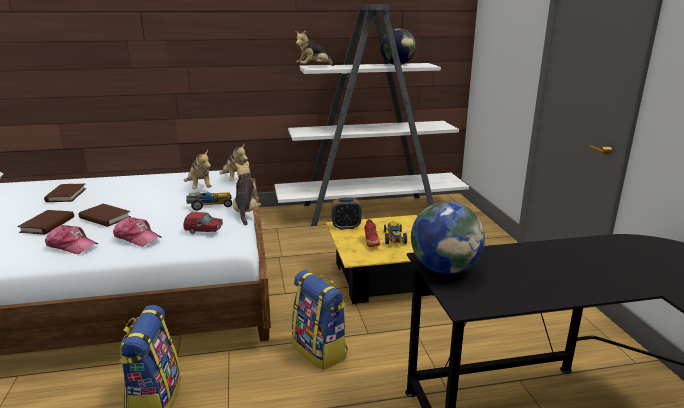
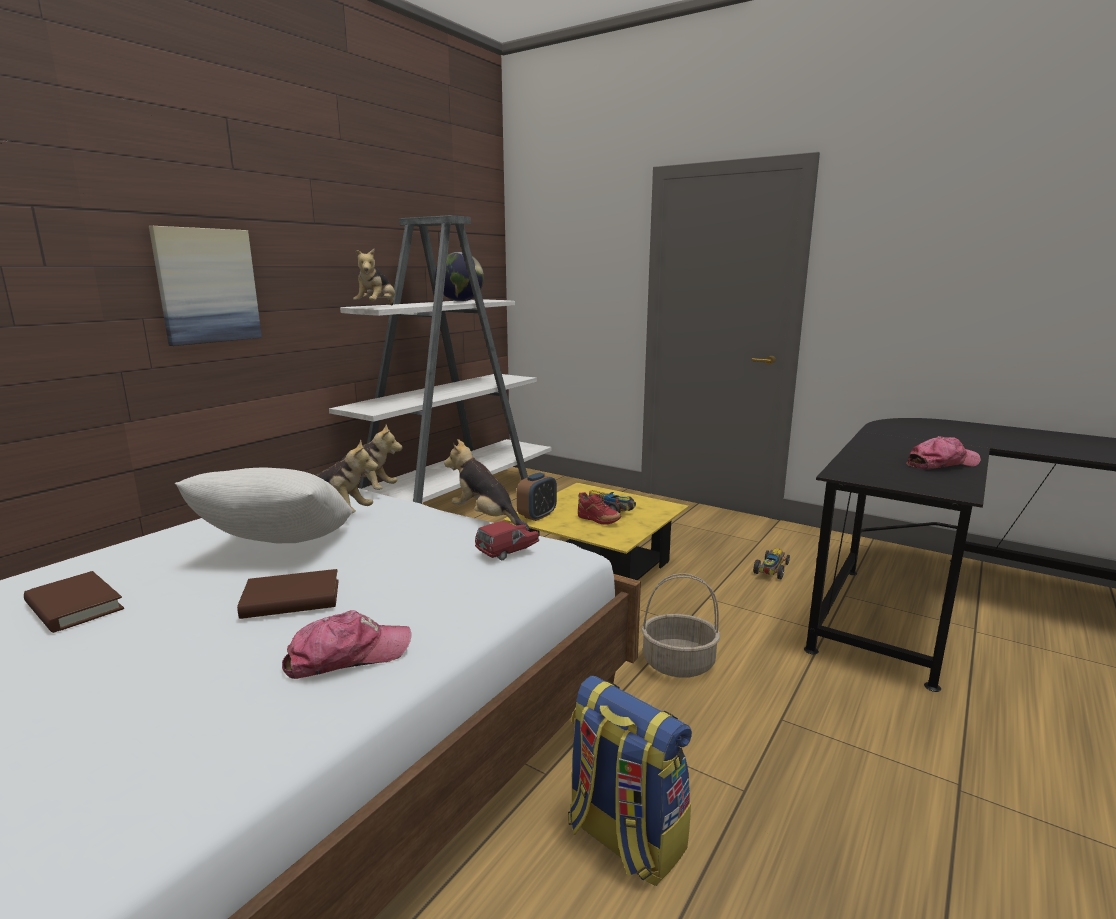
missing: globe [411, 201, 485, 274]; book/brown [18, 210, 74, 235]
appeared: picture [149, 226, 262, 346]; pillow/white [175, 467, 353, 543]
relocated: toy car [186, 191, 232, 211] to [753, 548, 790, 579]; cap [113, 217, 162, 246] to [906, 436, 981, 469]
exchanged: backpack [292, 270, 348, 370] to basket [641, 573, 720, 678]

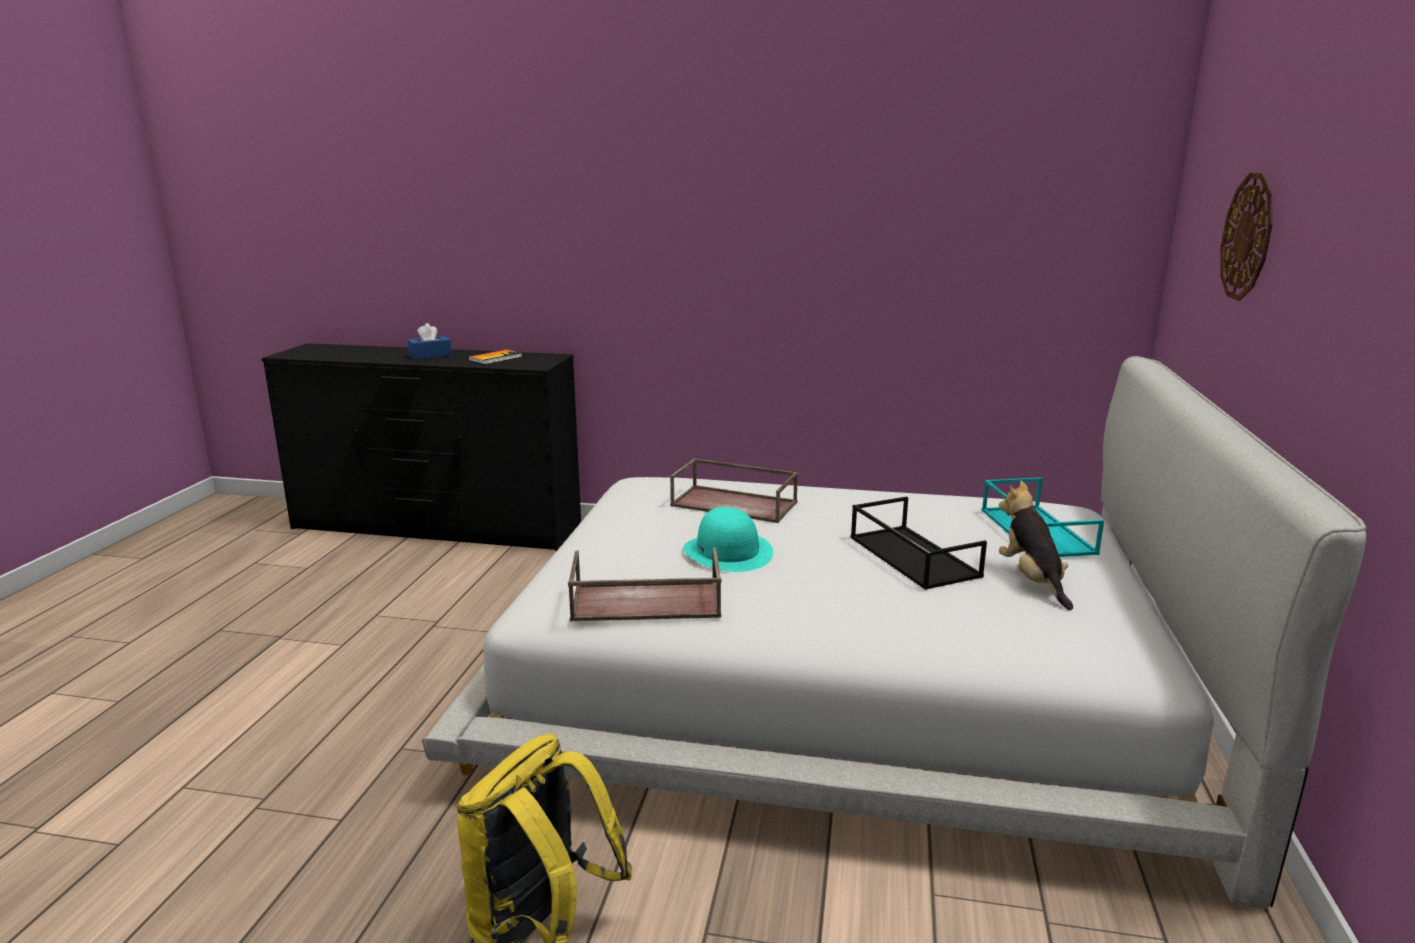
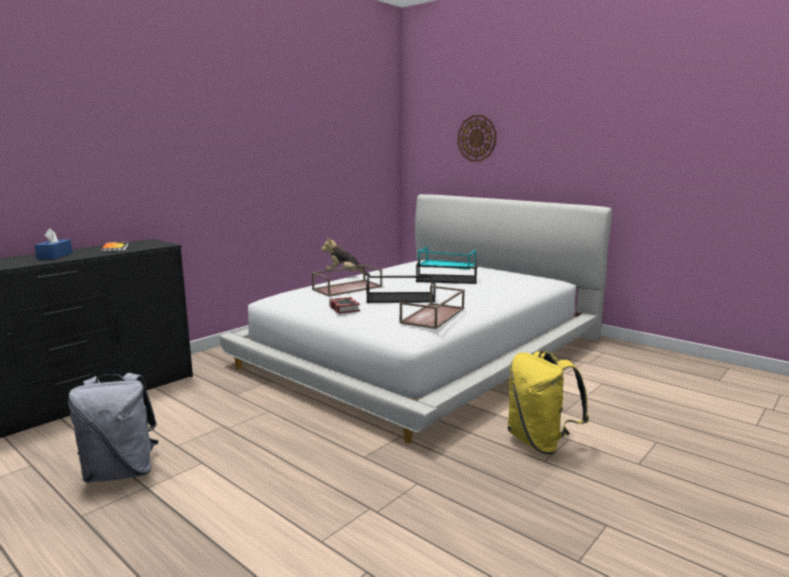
appeared: book [329, 297, 360, 314]; backpack/grey [68, 373, 159, 483]
relocated: plush toy [999, 481, 1073, 610] to [321, 237, 370, 276]
exchanged: hat/turquoise [683, 507, 773, 572] to tray/black [366, 276, 436, 303]

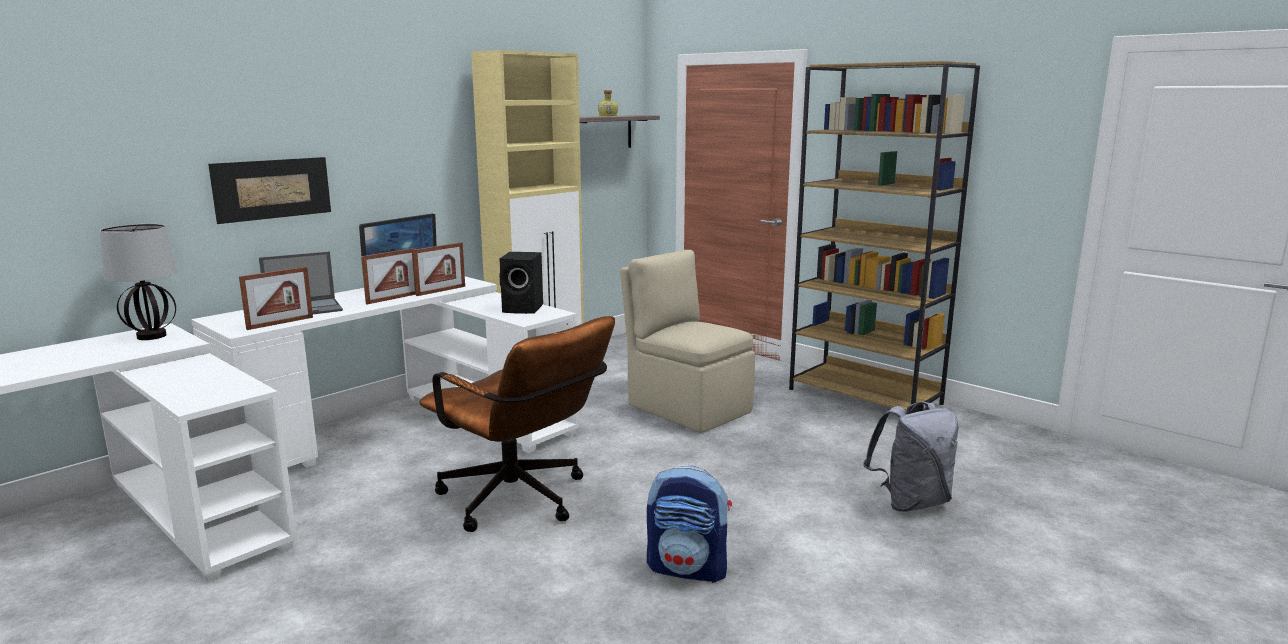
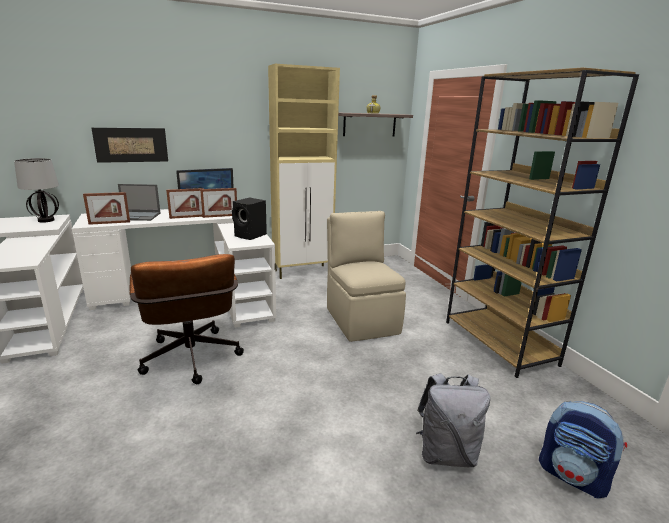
relocated: backpack [647, 466, 732, 583] to [539, 401, 627, 498]

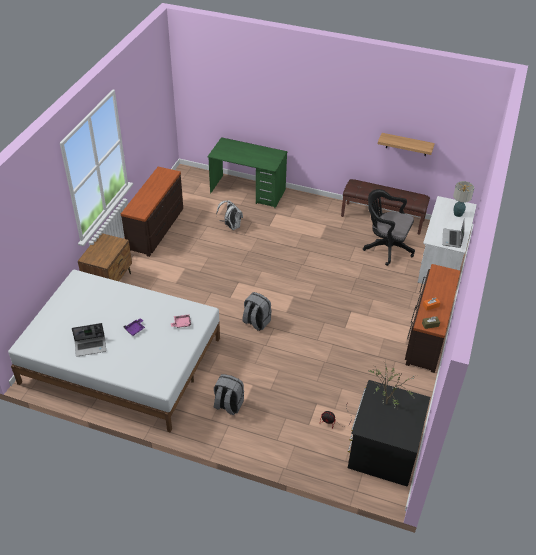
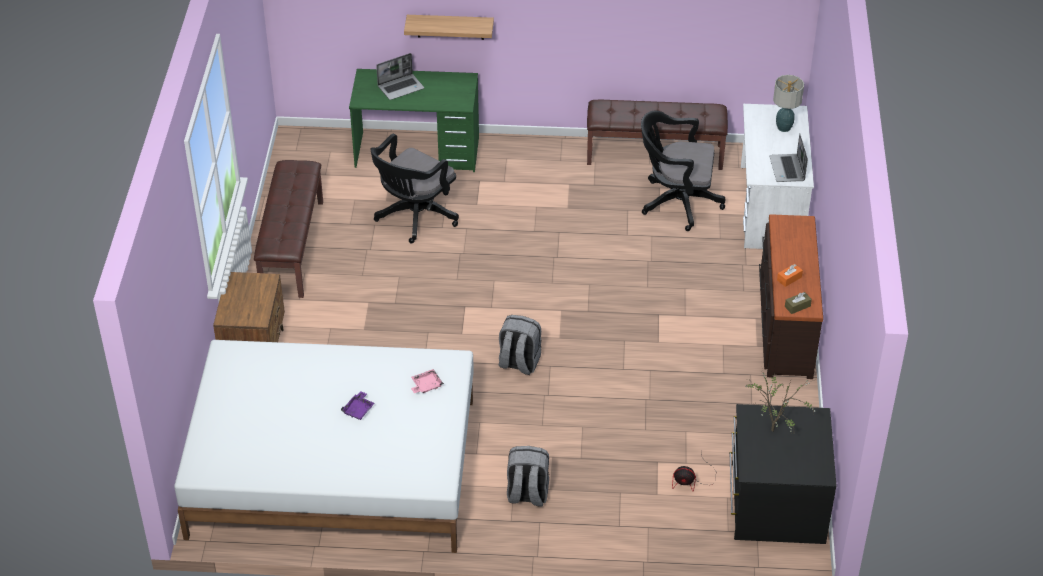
relocated: shelf [378, 133, 435, 156] to [404, 15, 494, 40]; laptop [72, 323, 106, 357] to [376, 53, 424, 100]
exchanged: dresser/brown [121, 167, 183, 257] to bench/brown [254, 160, 323, 298]; backpack/white [216, 200, 243, 230] to office chair/black [371, 134, 459, 244]

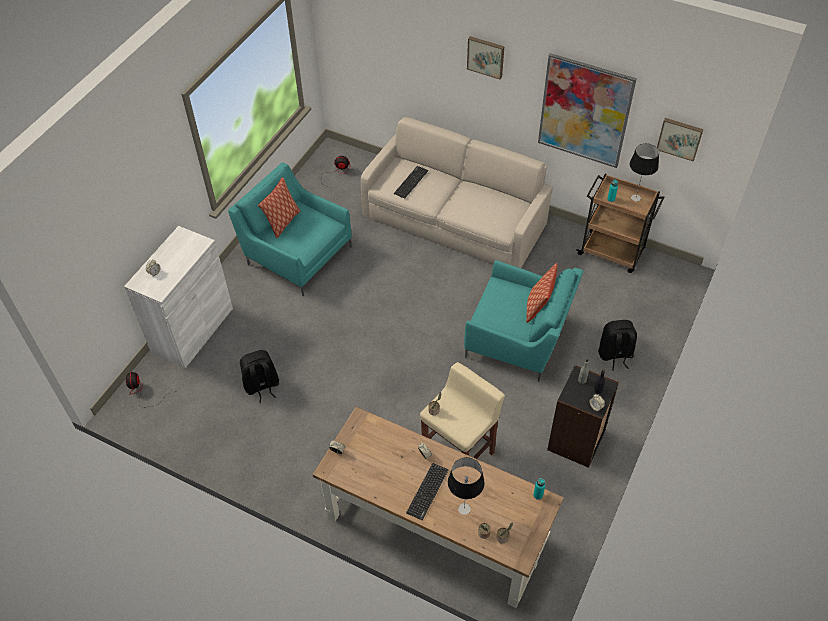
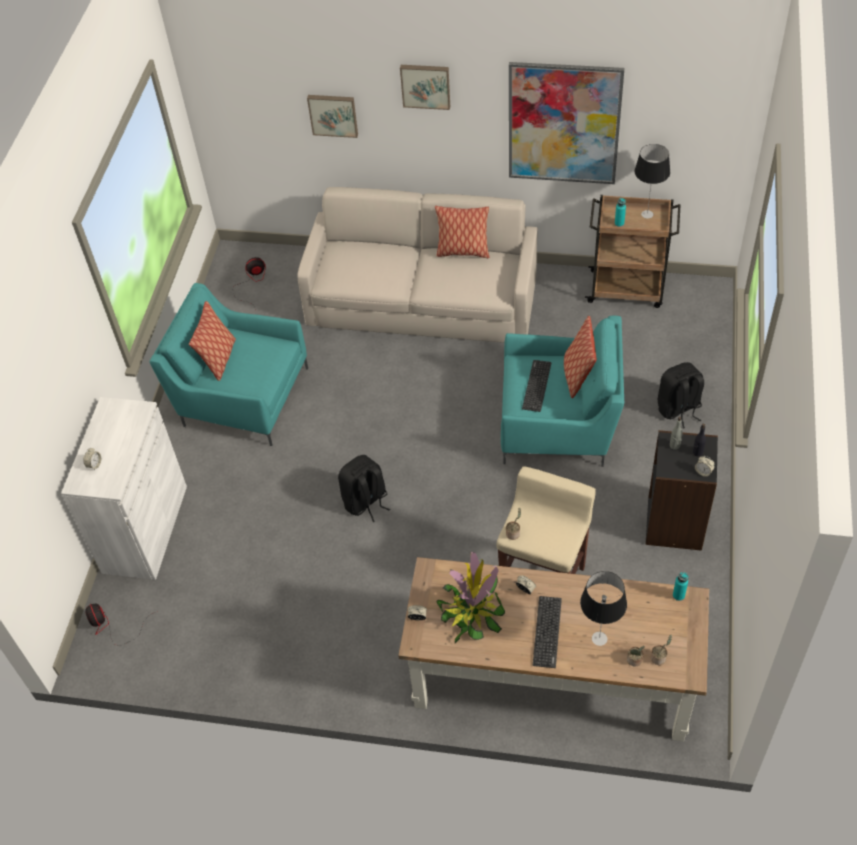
appeared: pillow [435, 206, 489, 258]; potted plant [436, 552, 505, 643]
relocated: picture [657, 118, 704, 161] to [307, 95, 358, 138]; keyboard [394, 166, 428, 199] to [522, 360, 551, 412]; backpack/black [240, 350, 279, 403] to [338, 455, 390, 522]

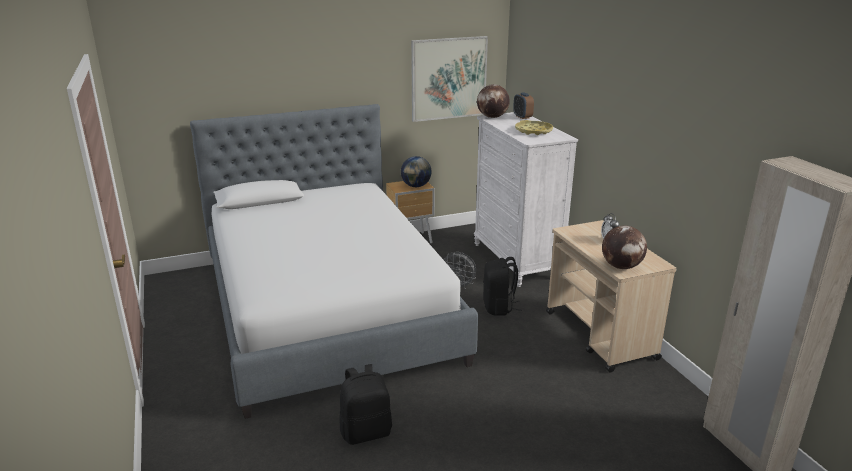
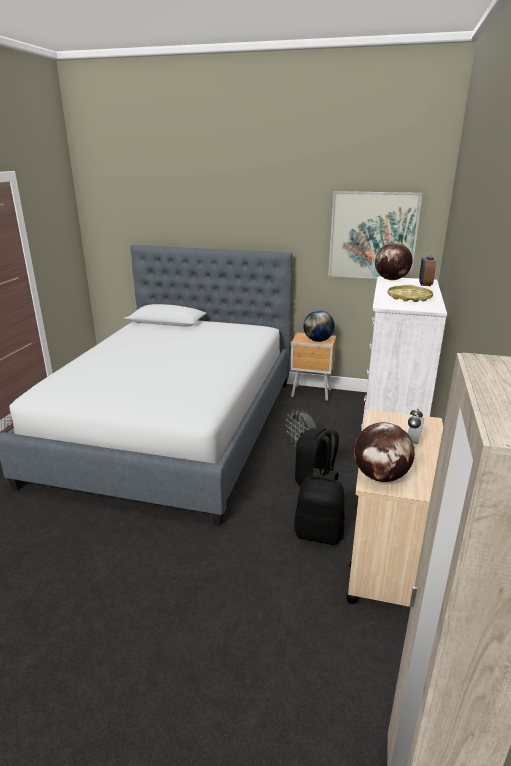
relocated: backpack/black [339, 364, 392, 445] to [294, 468, 345, 545]

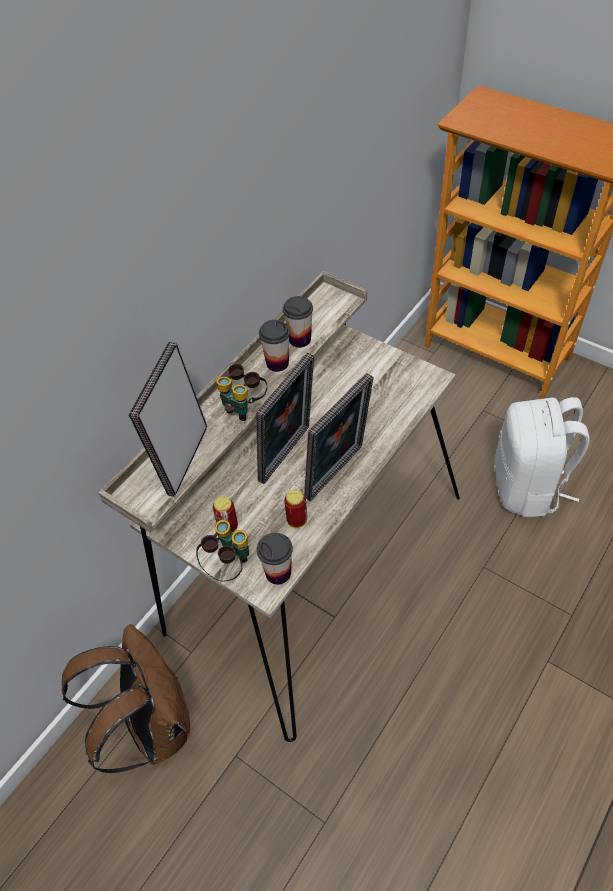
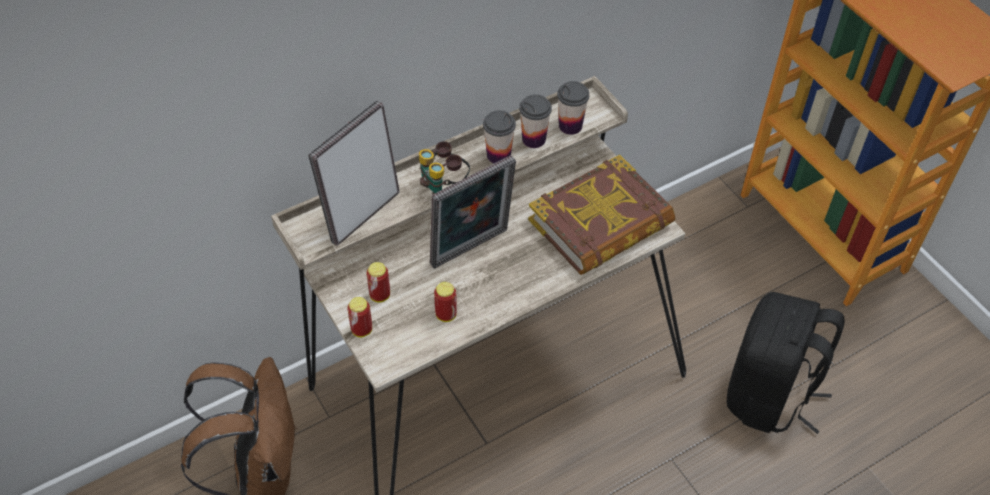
missing: picture frame [304, 373, 373, 501]
appeared: book [528, 155, 675, 275]
relocated: cup [257, 533, 293, 585] to [557, 81, 589, 135]
exchanged: binoculars [196, 520, 249, 581] to can [347, 297, 372, 337]
colour: backpack/white [494, 397, 590, 517] to backpack/black [727, 292, 845, 434]

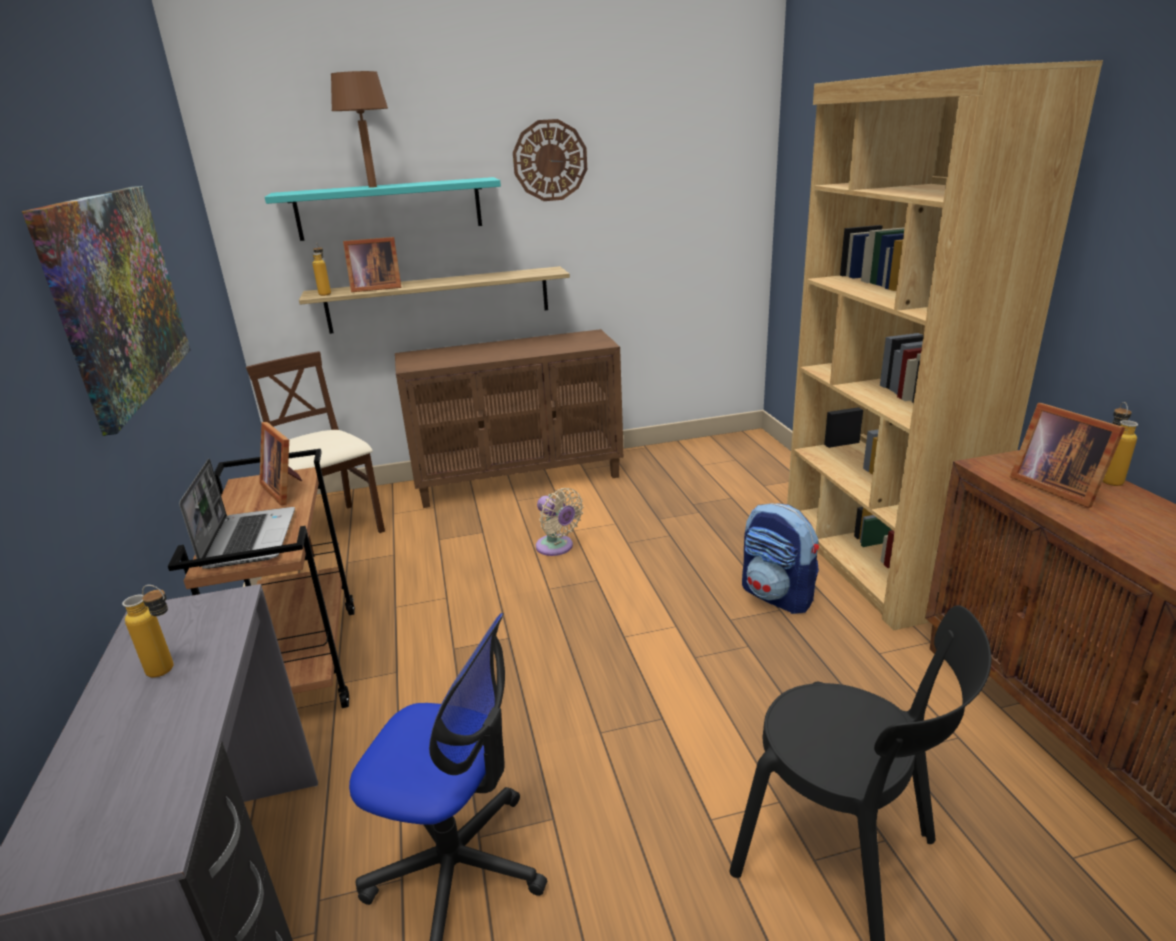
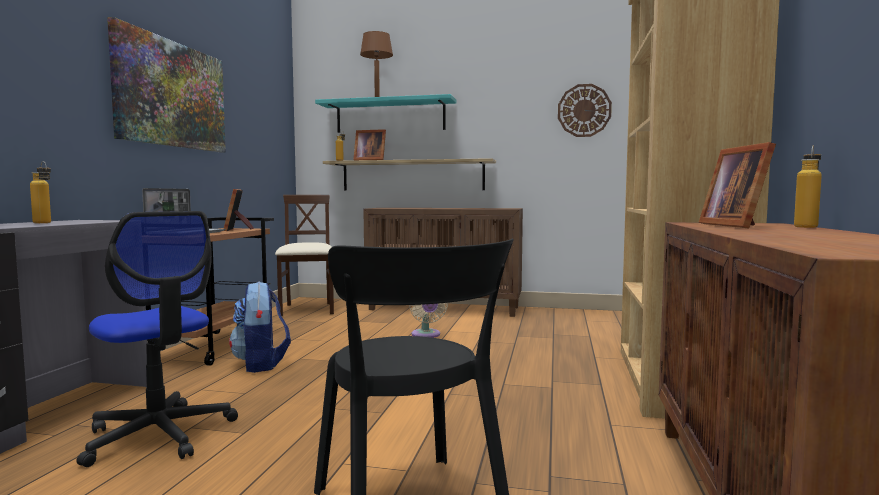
relocated: wall clock [513, 119, 587, 201] to [558, 84, 612, 137]; backpack [742, 503, 819, 614] to [229, 282, 291, 373]

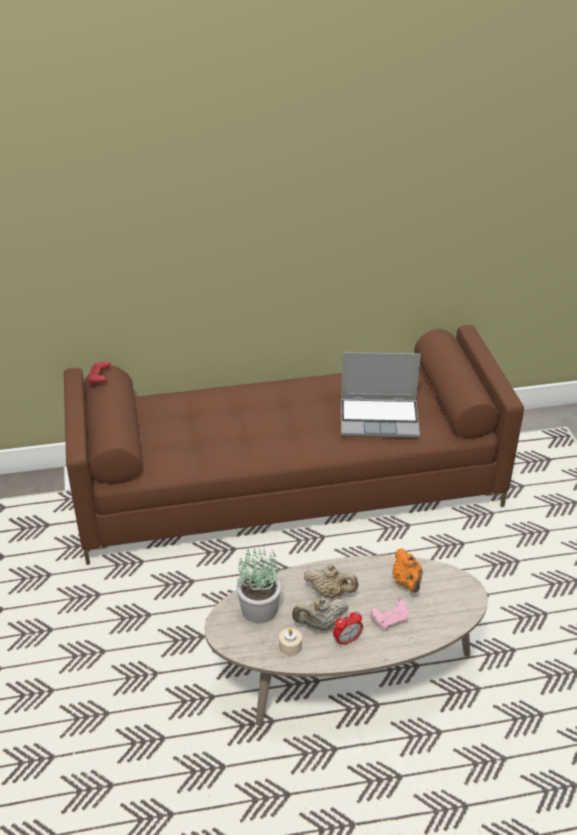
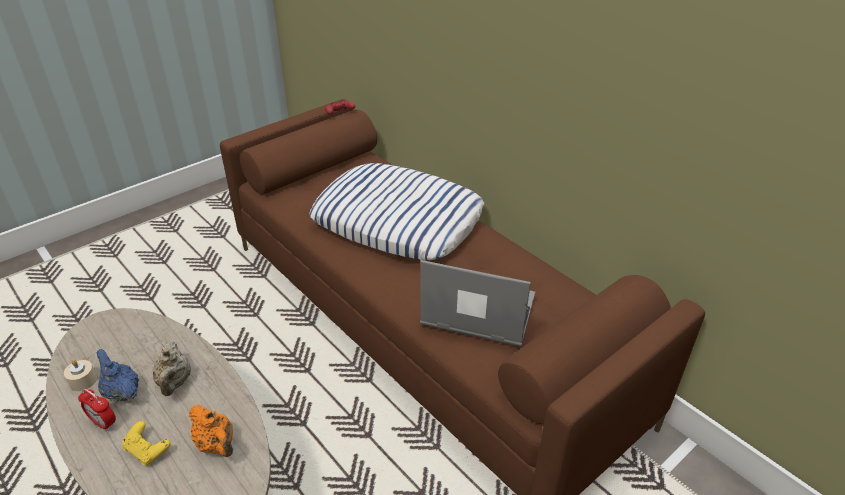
missing: potted plant [236, 547, 281, 623]
appeared: pillow [309, 163, 484, 261]
colour: teapot/beige [292, 597, 348, 631] to teapot/blue [97, 349, 139, 402]; game controller/pink [370, 598, 409, 629] to game controller/yellow [122, 421, 171, 466]
spun: laptop [341, 352, 421, 438] = [420, 260, 535, 346] 135 degrees clockwise; teapot/orange [392, 548, 423, 593] = [189, 404, 233, 457] 90 degrees counterclockwise

